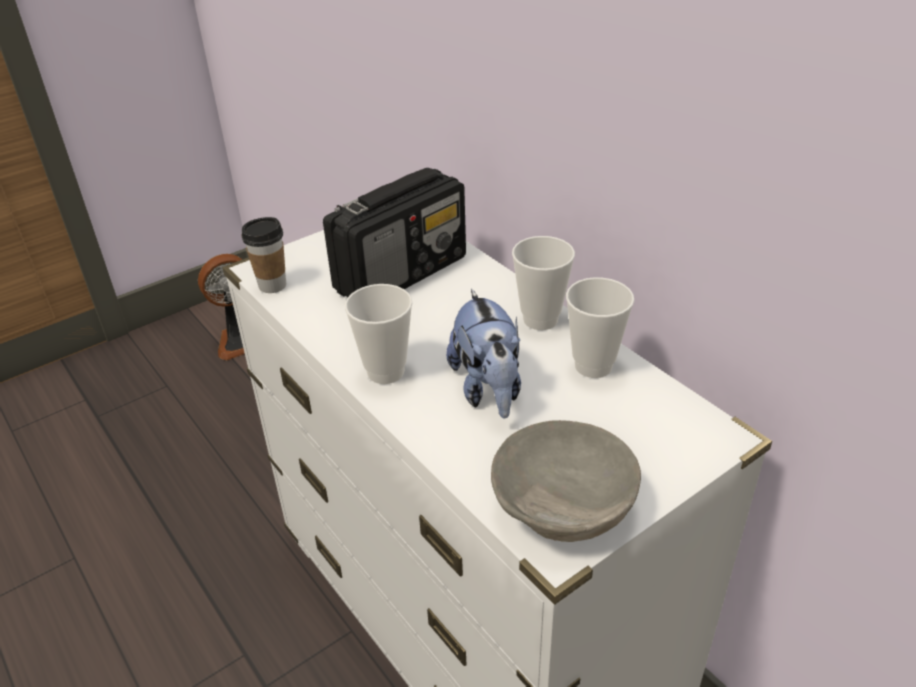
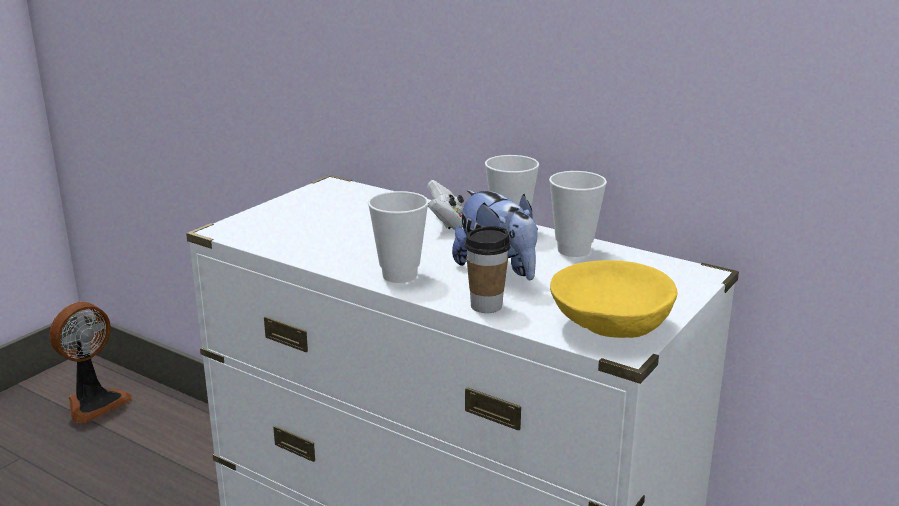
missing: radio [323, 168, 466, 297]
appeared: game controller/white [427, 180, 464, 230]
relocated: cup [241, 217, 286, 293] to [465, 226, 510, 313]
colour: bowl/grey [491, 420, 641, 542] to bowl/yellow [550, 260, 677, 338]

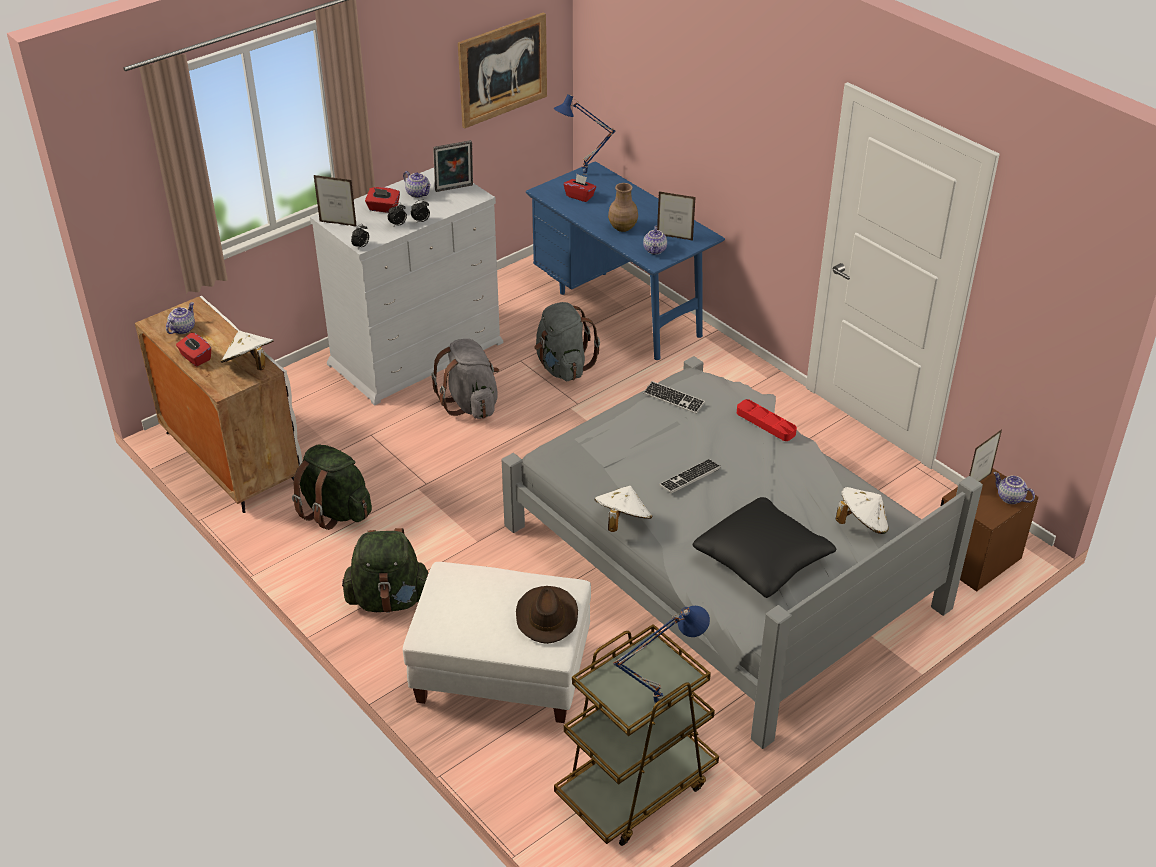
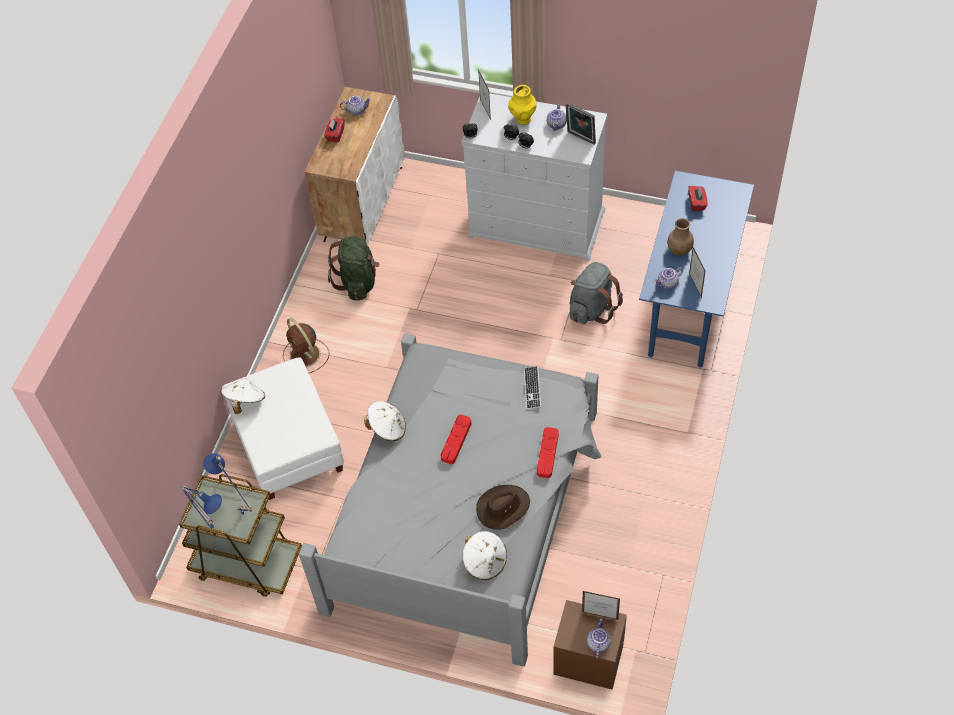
missing: picture [458, 12, 547, 129]; backpack/grey [431, 339, 499, 419]; pillow/black [693, 497, 836, 598]
relocated: table lamp/blue [554, 94, 616, 173] to [203, 453, 253, 514]; hat/white [221, 331, 274, 370] to [221, 378, 265, 414]; hat/brown [516, 586, 578, 644] to [476, 485, 530, 530]
exchanged: tissue box/red [365, 187, 400, 213] to vase/yellow [508, 85, 537, 125]; keyboard [659, 459, 721, 494] to tray/red [441, 415, 471, 464]; backpack/green [342, 528, 429, 613] to fan/brown [283, 318, 329, 373]

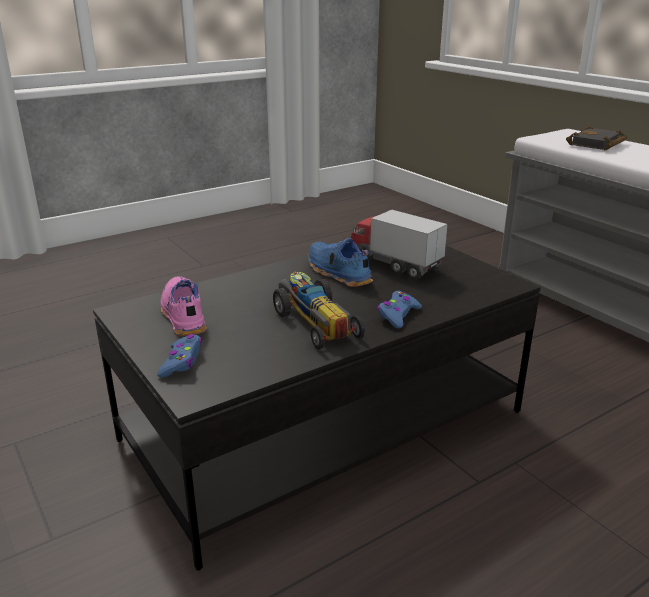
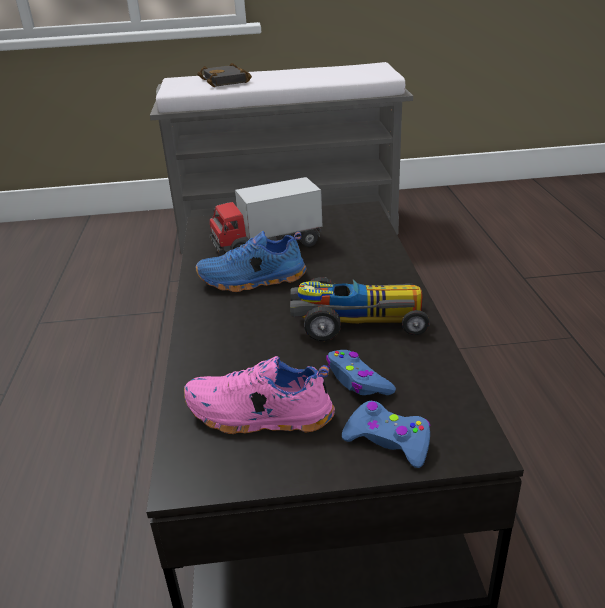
relocated: game controller/blue [377, 291, 422, 328] to [326, 350, 396, 395]

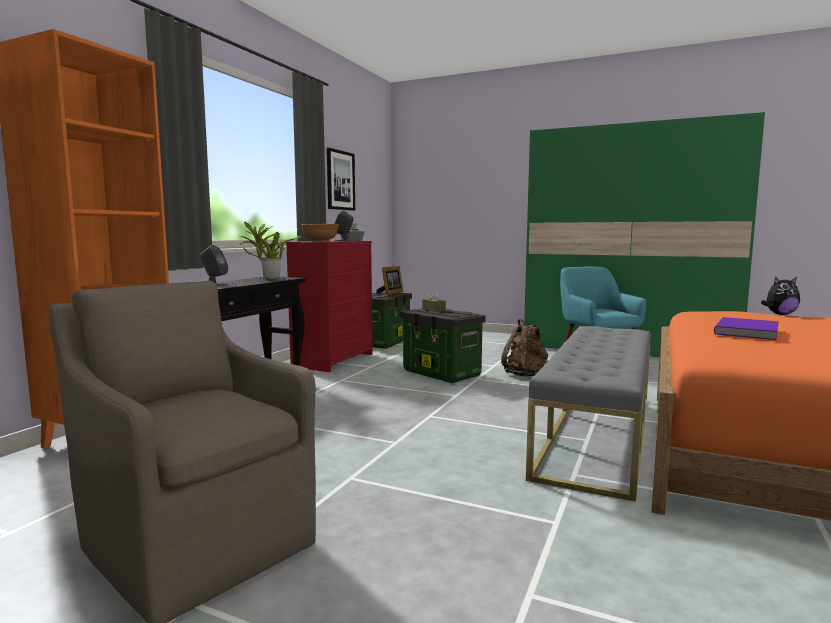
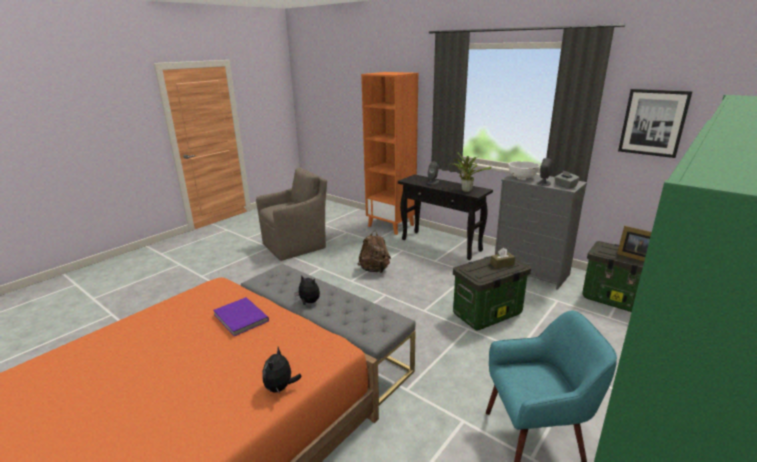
appeared: plush toy [295, 275, 320, 305]
relocated: backpack/brown [501, 319, 549, 376] to [357, 231, 391, 273]
colour: bowl/brown [301, 224, 339, 242] to bowl/white [508, 161, 540, 180]; dresser/red [286, 241, 373, 372] to dresser/grey [495, 174, 587, 290]

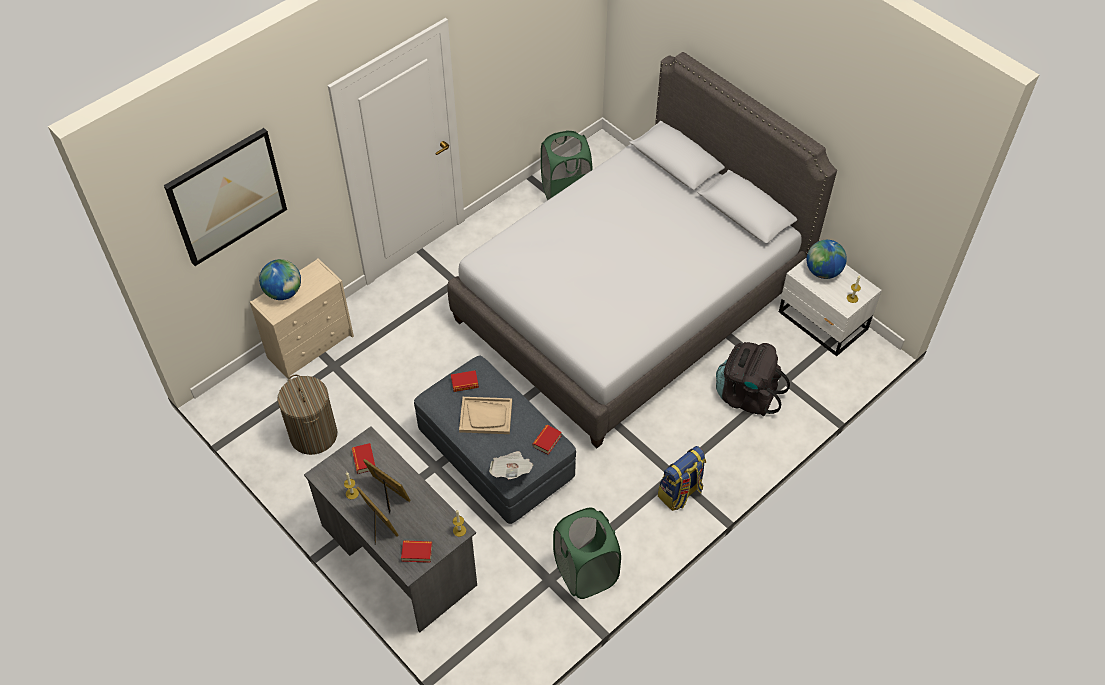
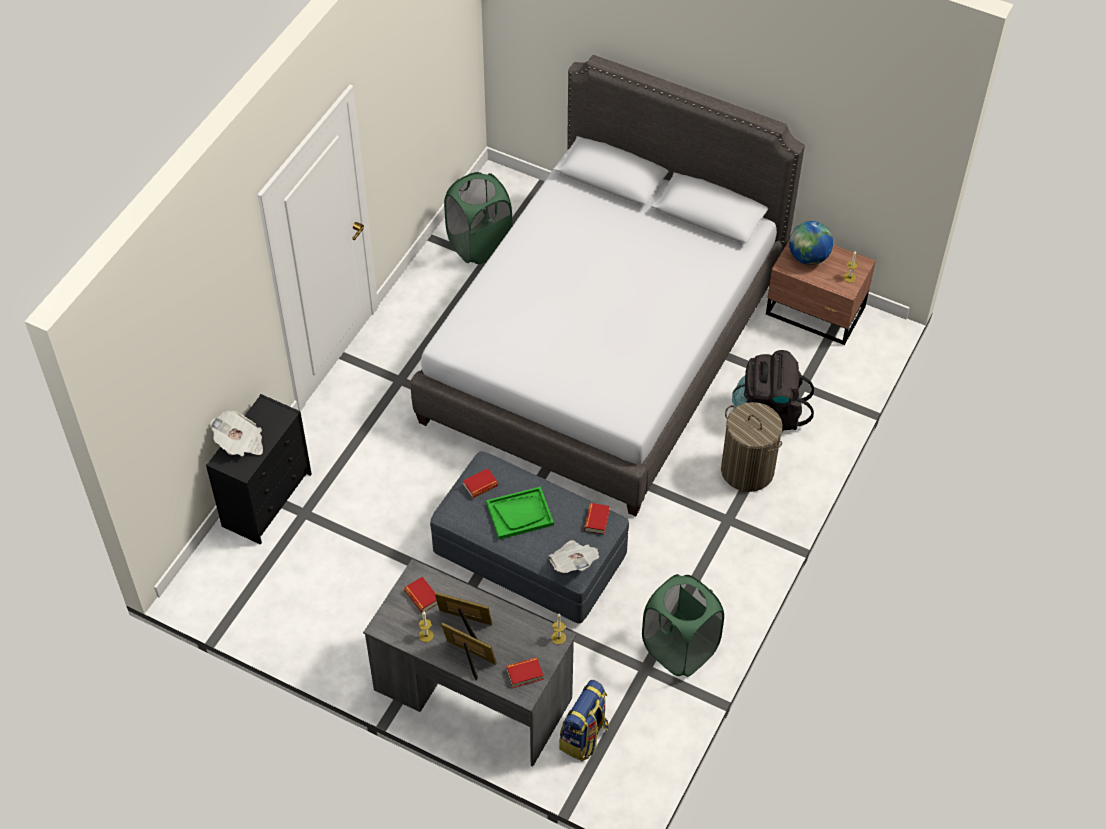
missing: picture [164, 128, 287, 266]
relocated: laundry basket [277, 375, 337, 455] to [721, 402, 783, 492]; backpack [658, 446, 706, 511] to [559, 680, 609, 761]
exchanged: globe [259, 259, 301, 300] to newspaper [210, 411, 263, 456]
colour: nightstand/white [779, 257, 882, 356] to nightstand/brown [766, 241, 876, 345]; dresser/beige [250, 258, 354, 380] to dresser/black [206, 394, 312, 545]; tray/beige [459, 397, 512, 434] to tray/green [486, 487, 554, 540]

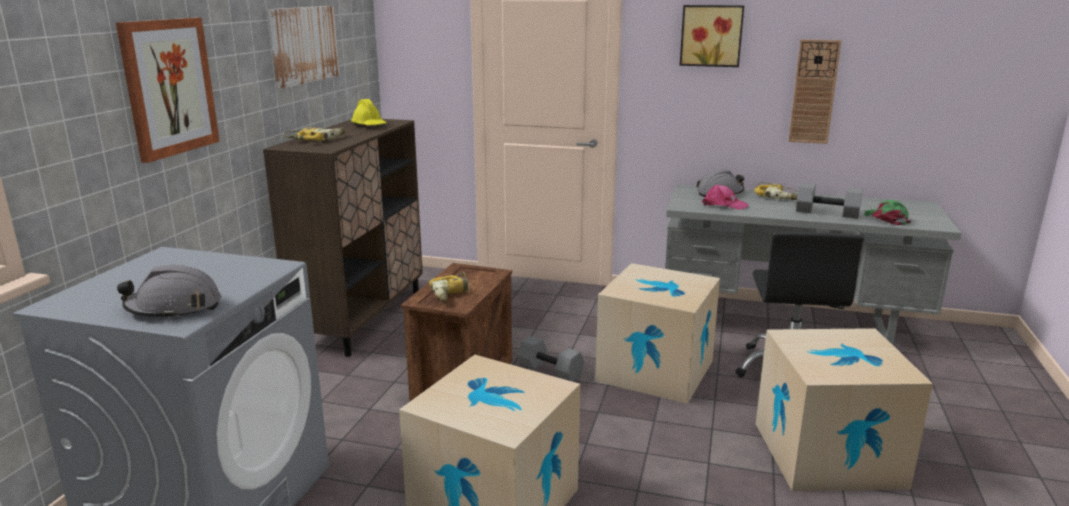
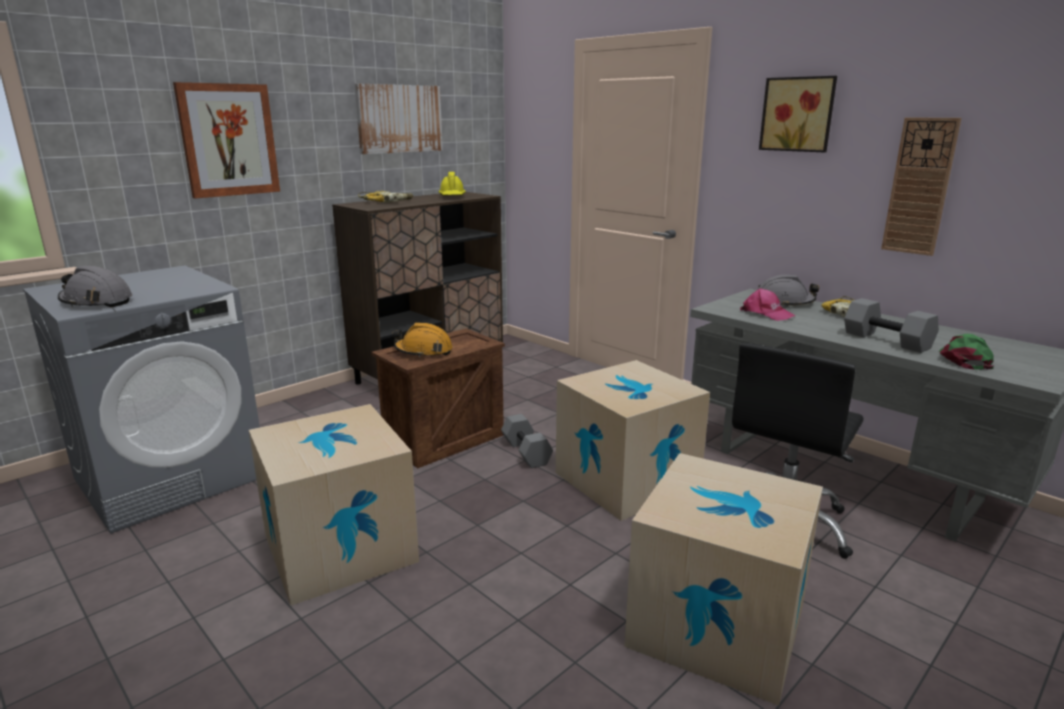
exchanged: power drill [429, 272, 471, 302] to hard hat/orange [392, 323, 453, 357]

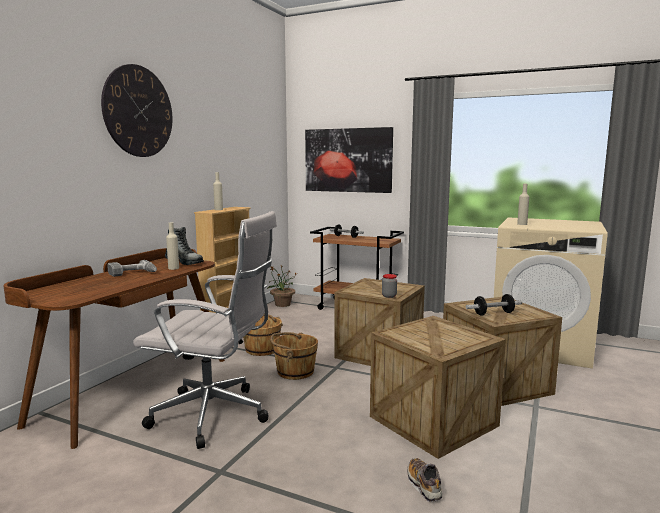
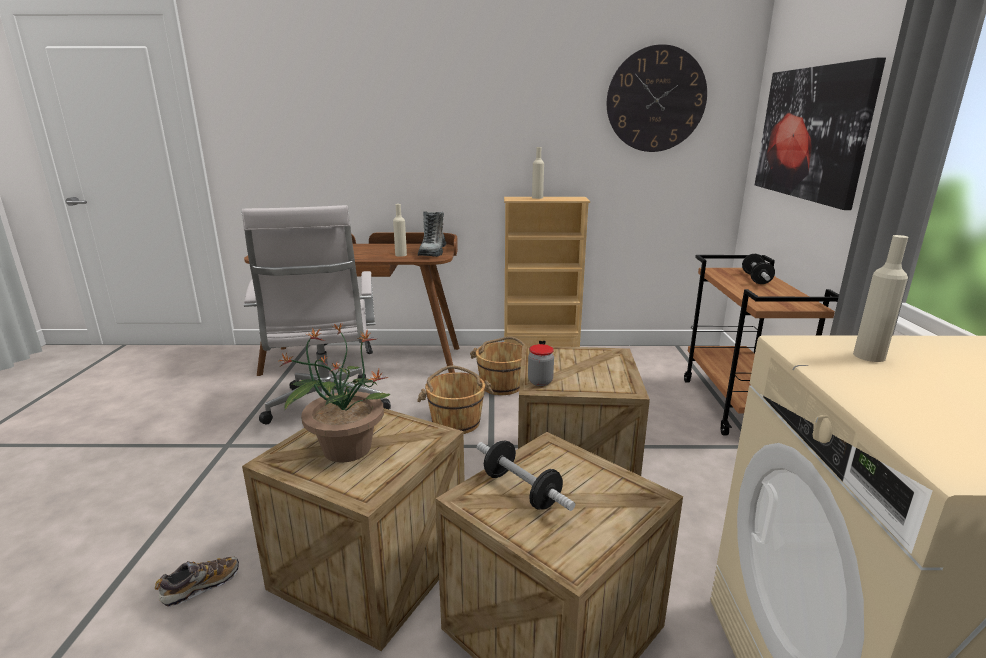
missing: power drill [107, 260, 157, 277]
relocated: wall clock [101, 64, 172, 157] to [607, 44, 707, 152]; potted plant [267, 266, 296, 307] to [278, 324, 390, 463]

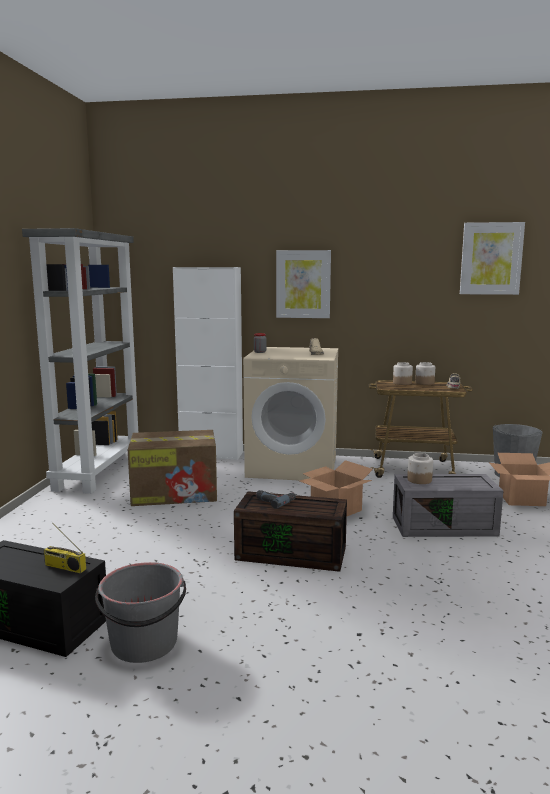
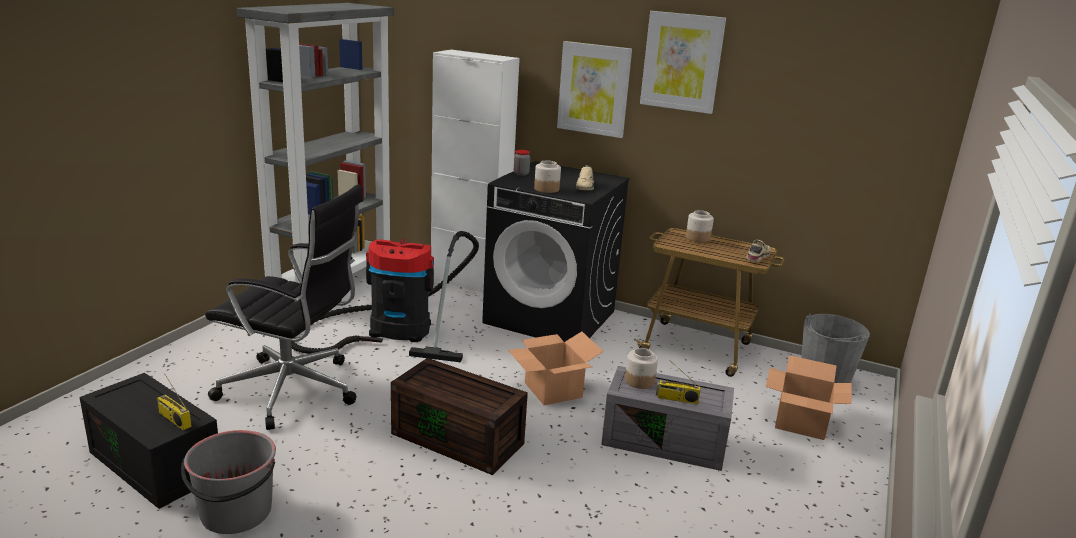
missing: power drill [256, 490, 296, 509]
appeared: office chair/black [205, 184, 363, 430]; radio [656, 360, 700, 404]
relocated: picture [460, 222, 525, 295] to [640, 11, 726, 114]; jar [415, 362, 435, 385] to [534, 160, 561, 193]
exchanged: cardboard box [128, 430, 217, 506] to vacuum cleaner [291, 231, 479, 362]
colour: washing machine/beige [243, 347, 338, 481] to washing machine/black [482, 161, 630, 342]

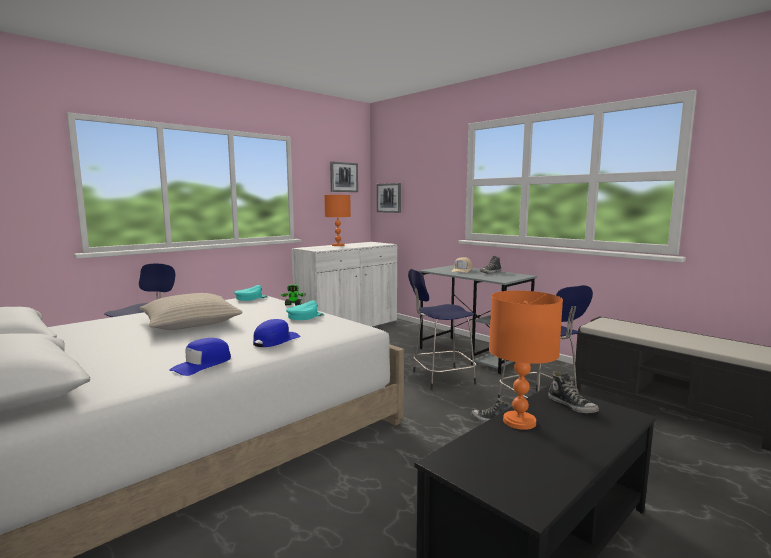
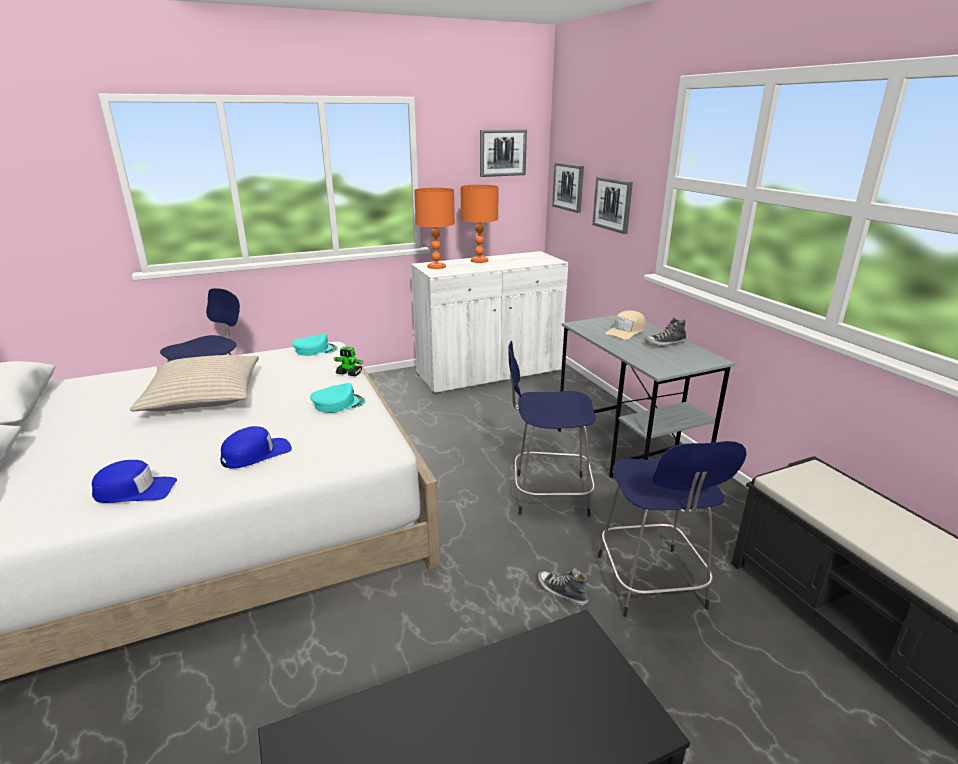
missing: shoe [548, 371, 599, 413]
appeared: picture [592, 176, 633, 234]
relocated: table lamp/orange [489, 291, 563, 430] to [414, 188, 455, 269]
spun: cap/blue [169, 338, 231, 376] = [92, 460, 177, 503] 150 degrees counterclockwise

